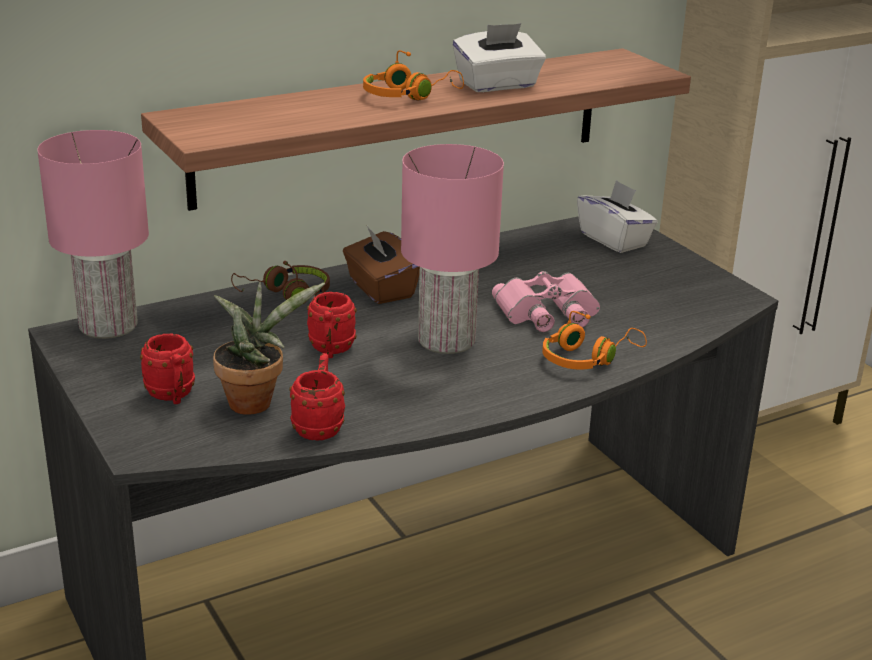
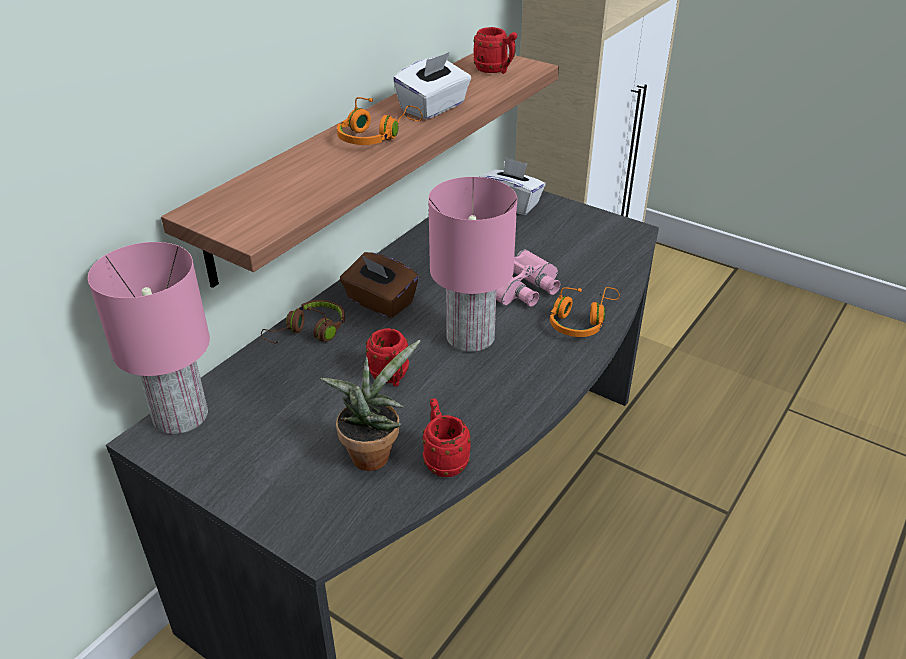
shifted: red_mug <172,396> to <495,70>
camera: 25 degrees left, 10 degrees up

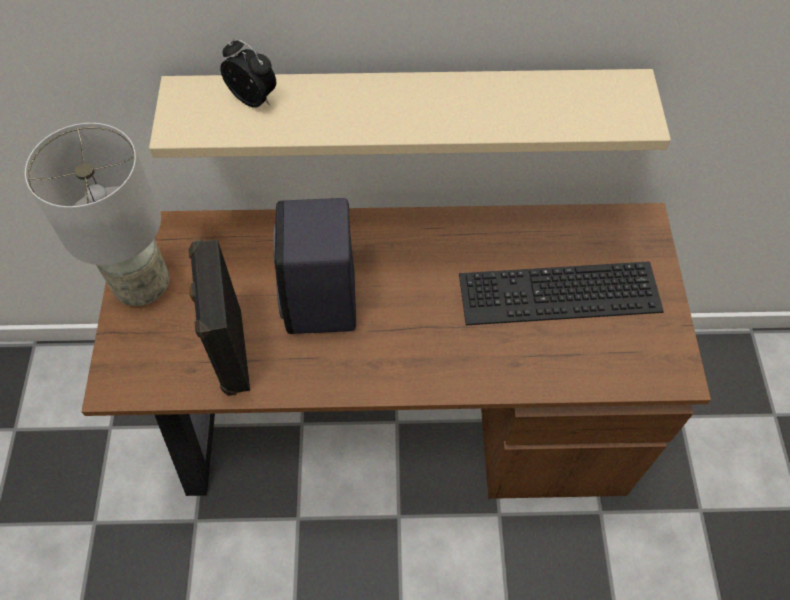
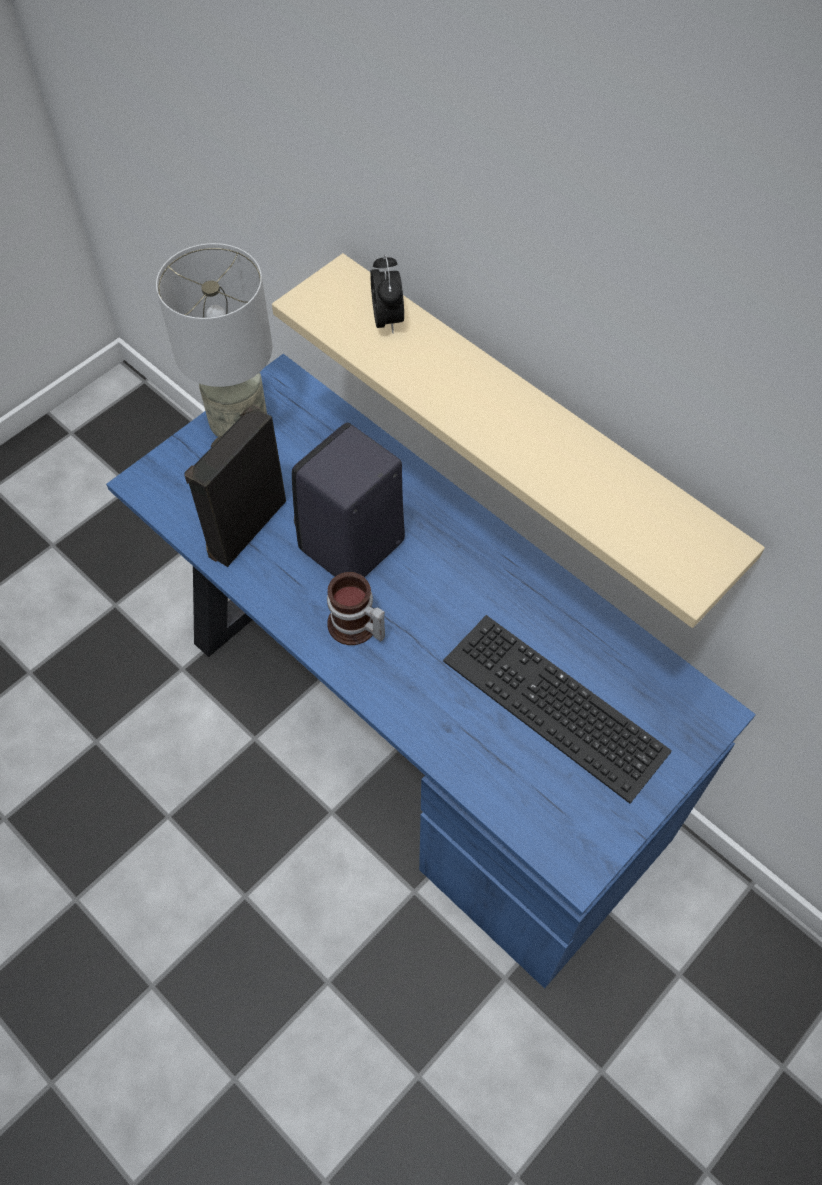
new: mug <355,628>
repainted: brown_desk <394,419> to blue_desk <412,731>
camera: 45 degrees right, 0 degrees up

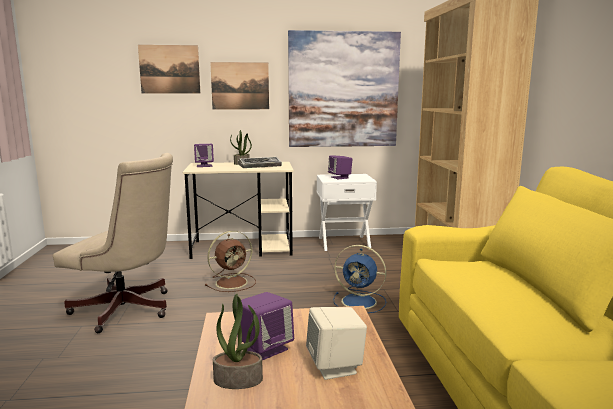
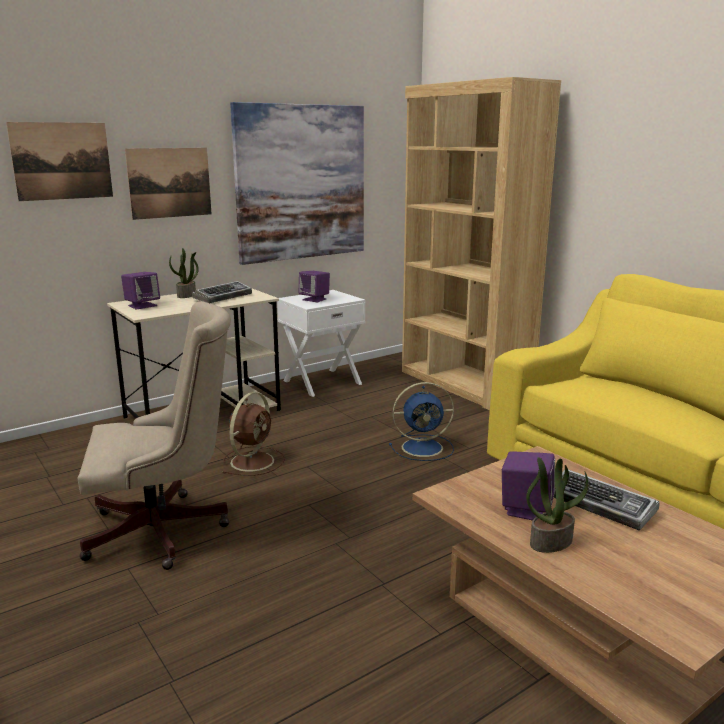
swapped: beige_speaker <335,366> to keyboard <602,505>
camera: 30 degrees left, 5 degrees up

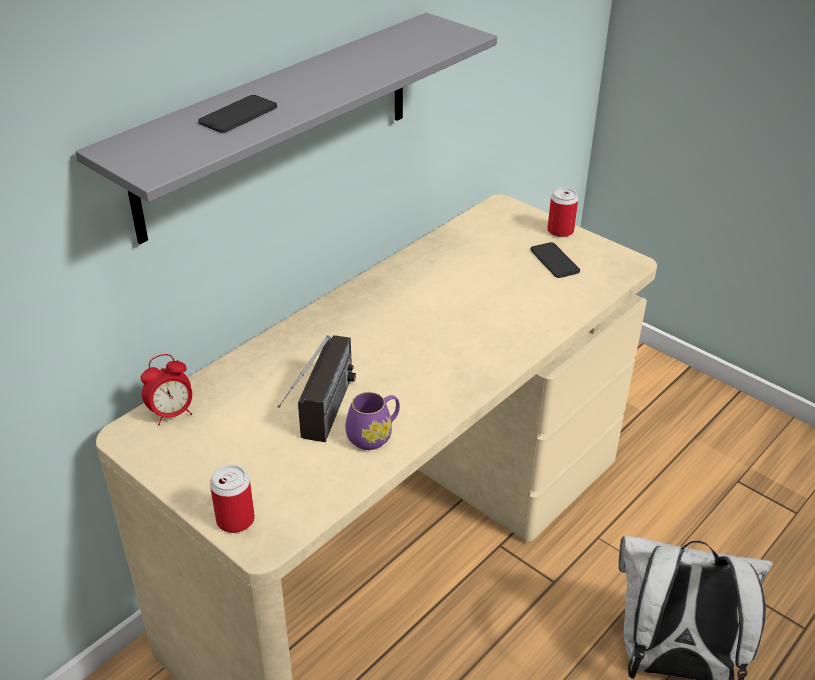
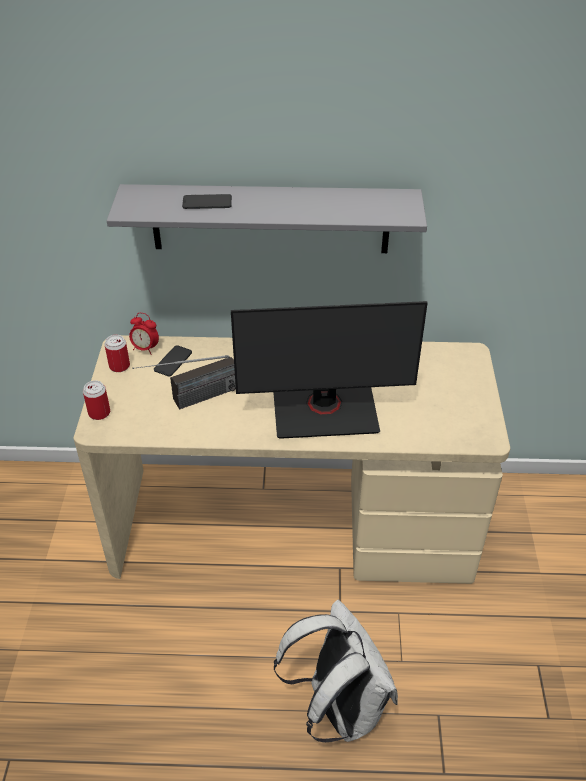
gone: purple_mug <374,435>
new: monitor <325,411>
shifted: phone <554,261> to <173,361>; can <560,231> to <119,366>
camera: 50 degrees right, 5 degrees up

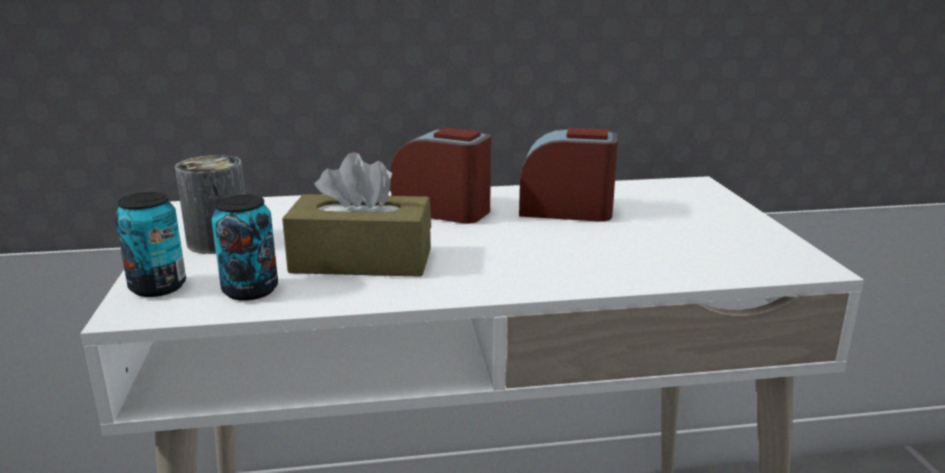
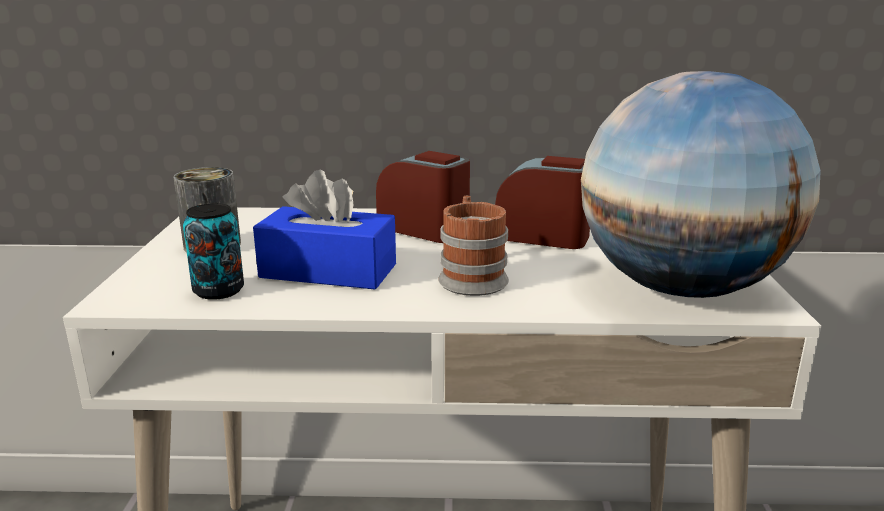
gone: can <158,287>
new: mug <471,276>; globe <681,288>
repainted: brown_tissue_box <361,260> to blue_tissue_box <328,271>
camera: 10 degrees right, 0 degrees up

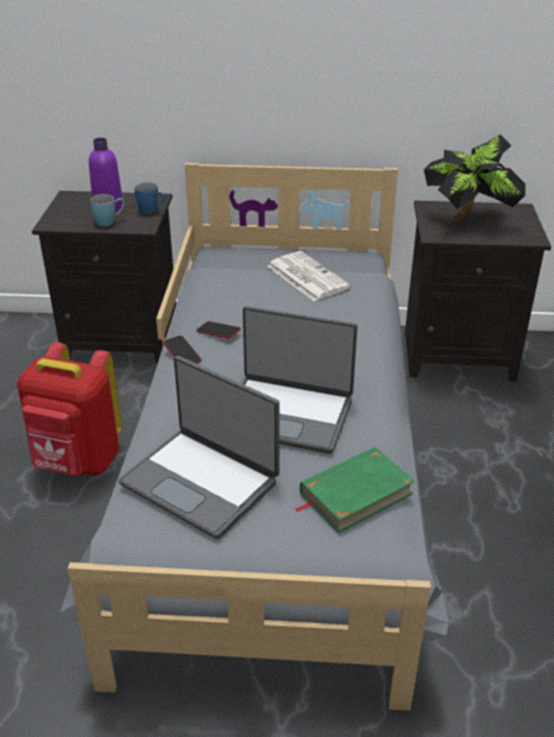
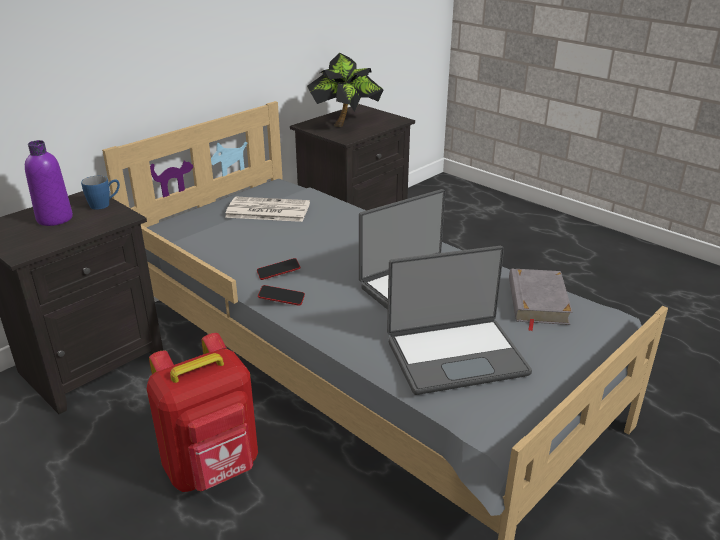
gone: blue_mug <109,221>
repainted: green_book <355,493> to grey_book <537,301>
camera: 50 degrees left, 5 degrees down

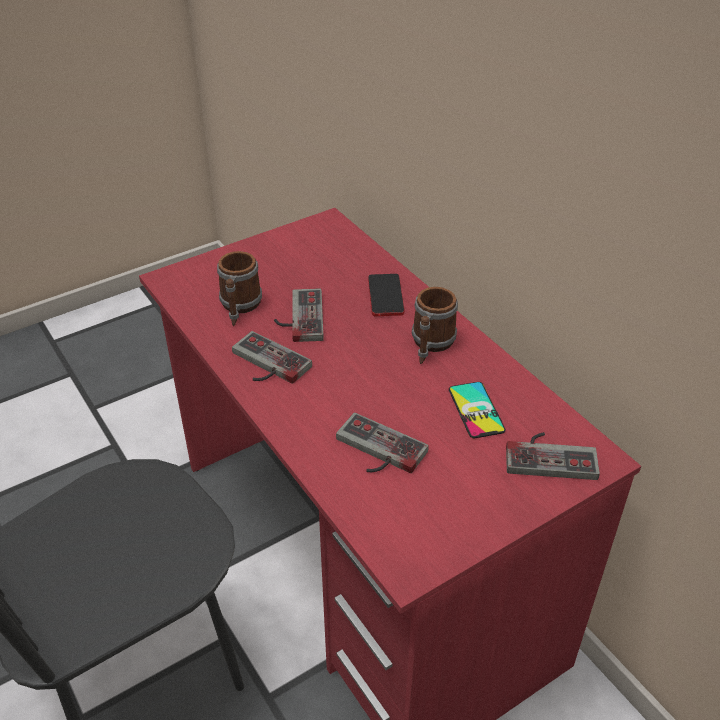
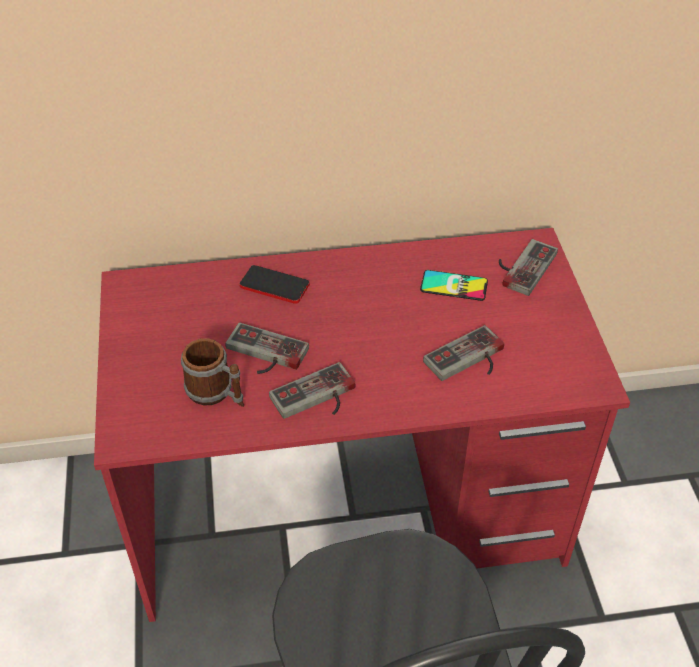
gone: mug <430,345>
camera: 65 degrees left, 5 degrees up

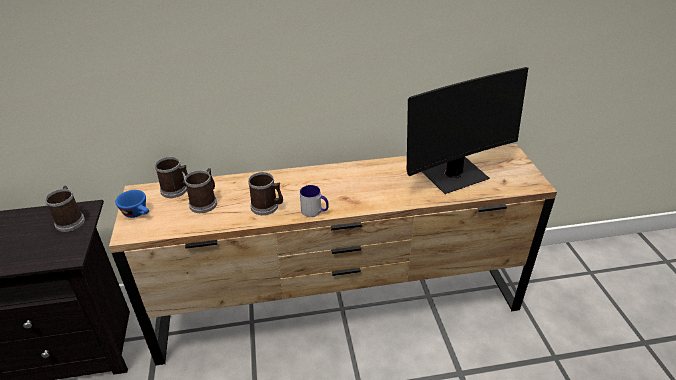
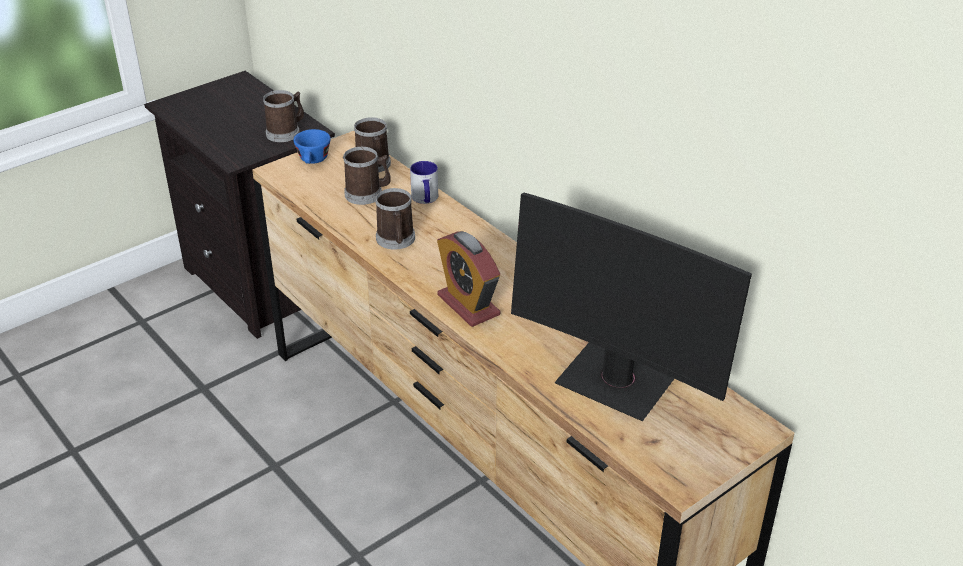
new: alarm_clock <468,305>
shifted: mug <315,211> to <425,199>
camera: 60 degrees right, 0 degrees up

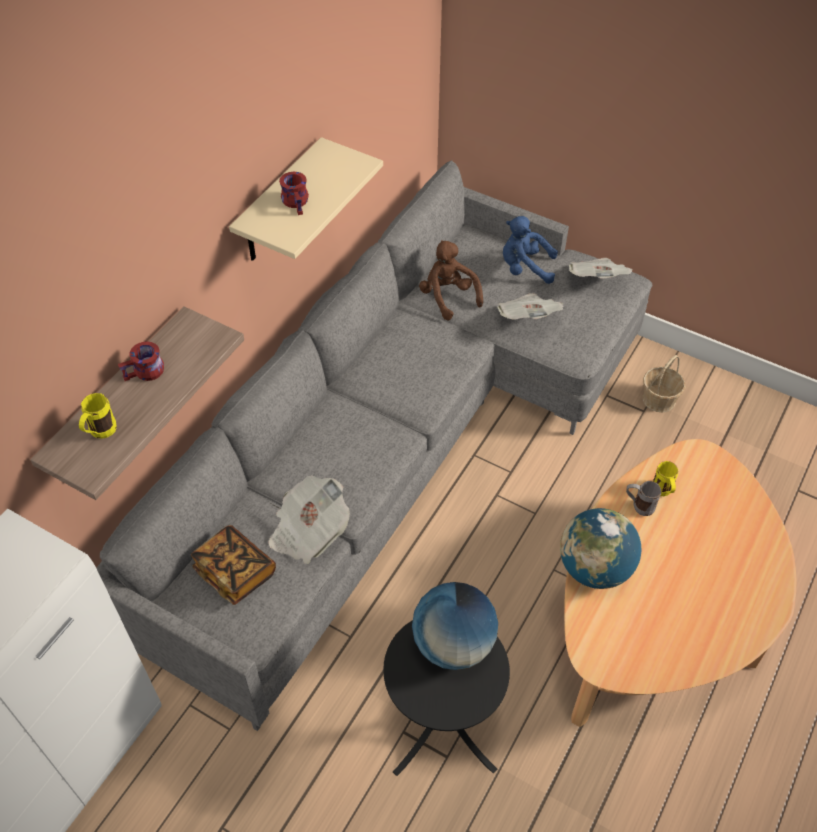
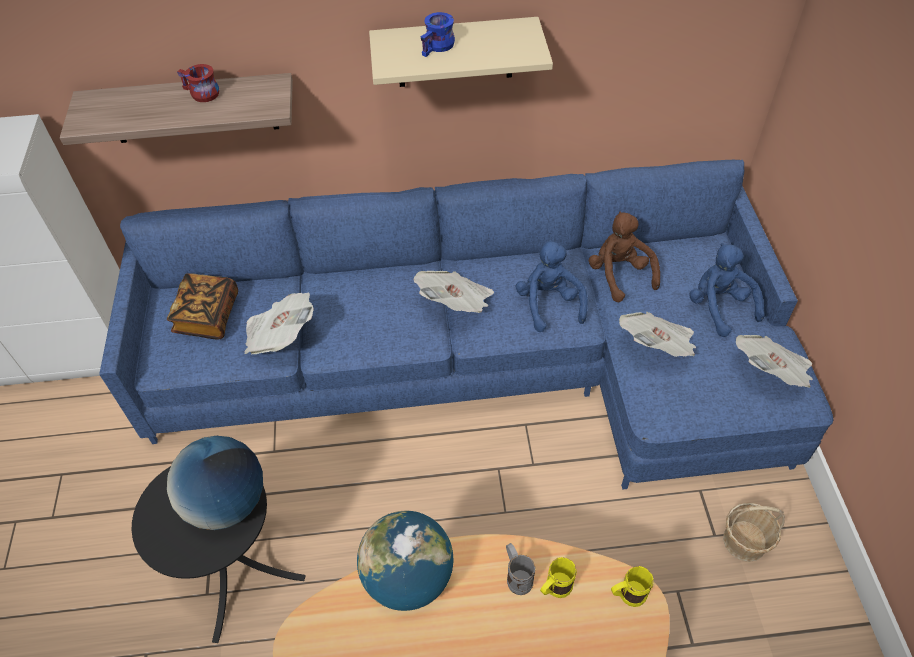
new: newspaper <456,304>; blue_plush_toy <549,304>
shifted: yellow_mug <100,433> to <626,596>
repainted: grey_sofa <396,445> to blue_sofa <484,363>; red_mug <298,202> to blue_mug <439,47>
rotated: brown_plush_toy <448,297> = <619,275> 45 degrees counterclockwise
camera: 55 degrees right, 0 degrees up

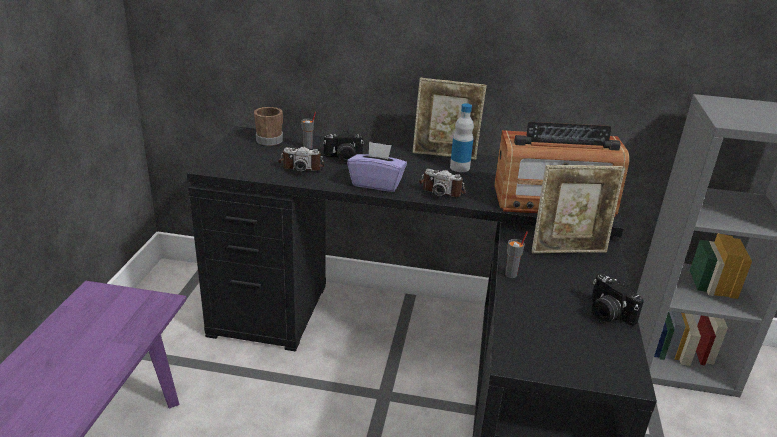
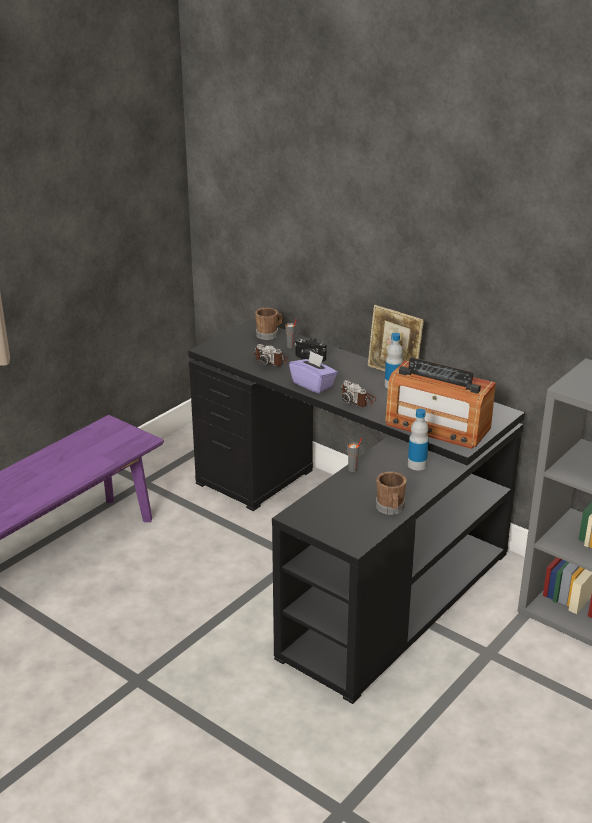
swapped: picture_frame <568,250> to bottle <417,465>; photo_camera <607,314> to brown_mug <390,509>
camera: 30 degrees right, 0 degrees up

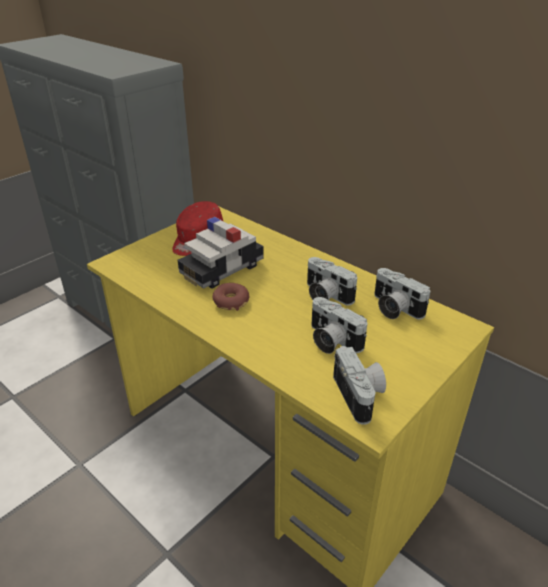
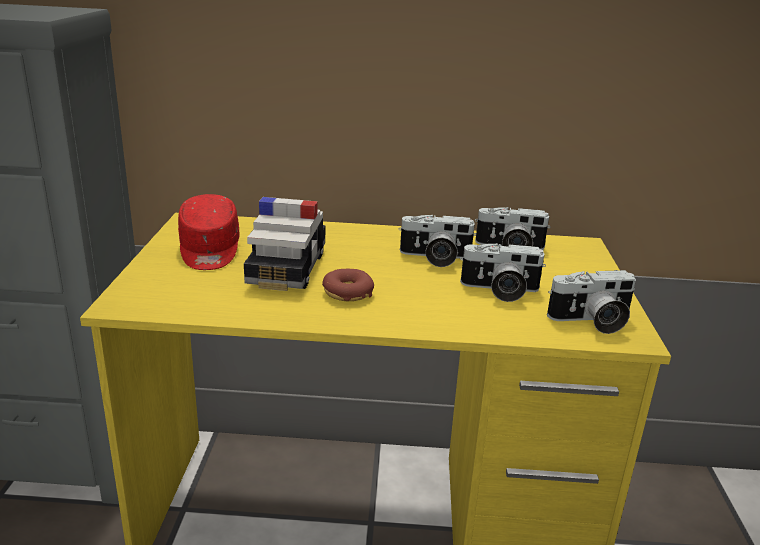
rotated: photo_camera <361,396> = <591,321> 135 degrees clockwise
camera: 40 degrees left, 10 degrees down

